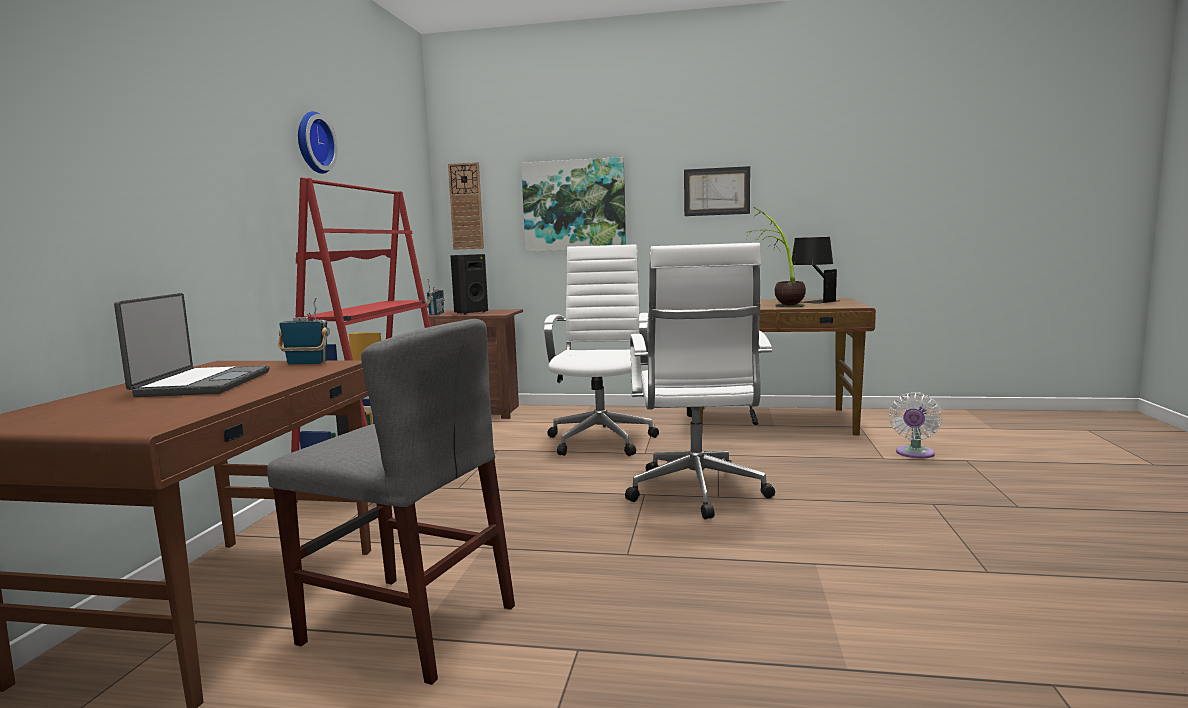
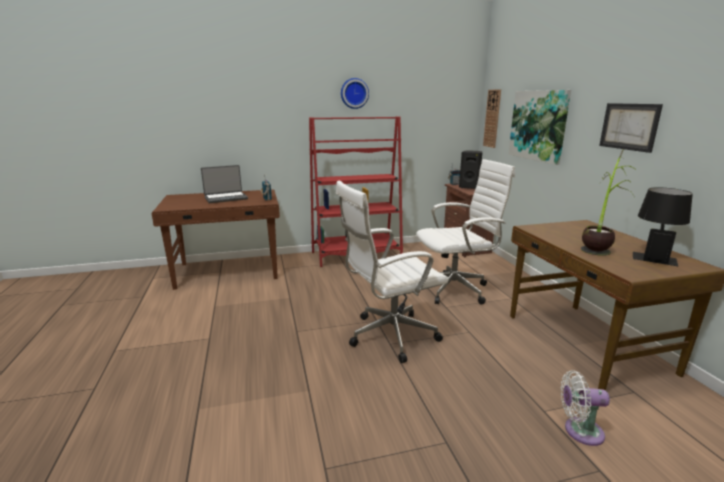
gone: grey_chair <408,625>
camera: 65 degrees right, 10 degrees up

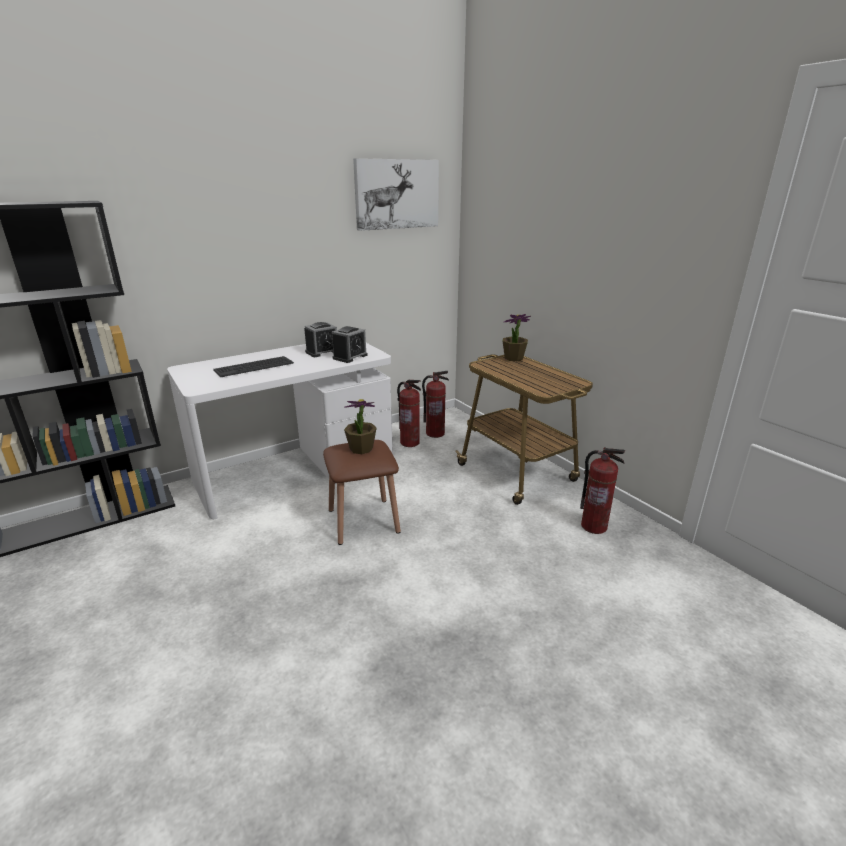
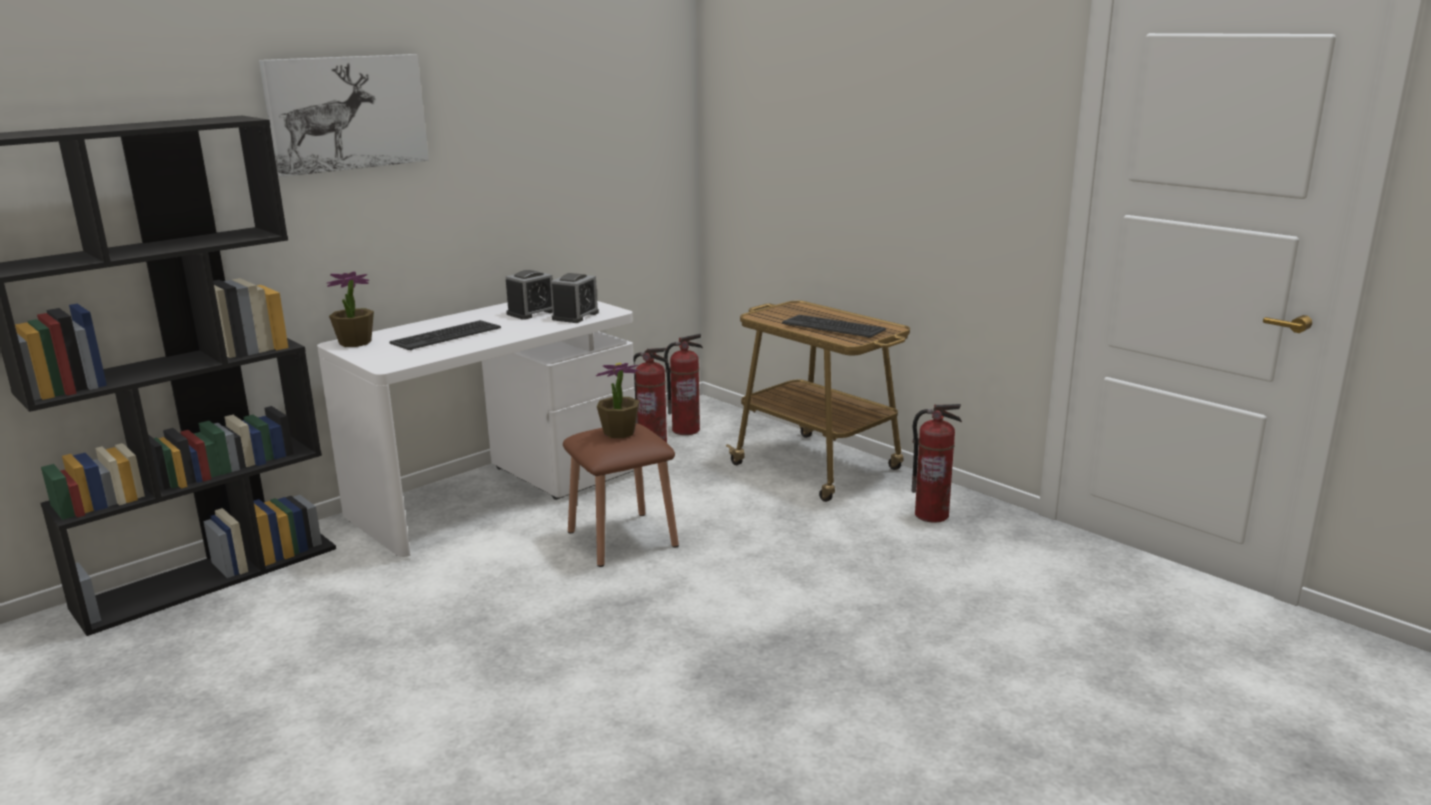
new: keyboard <833,327>
shifted: picture <396,194> to <346,113>; potted_plant <513,358> to <355,343>
camera: 10 degrees left, 5 degrees down

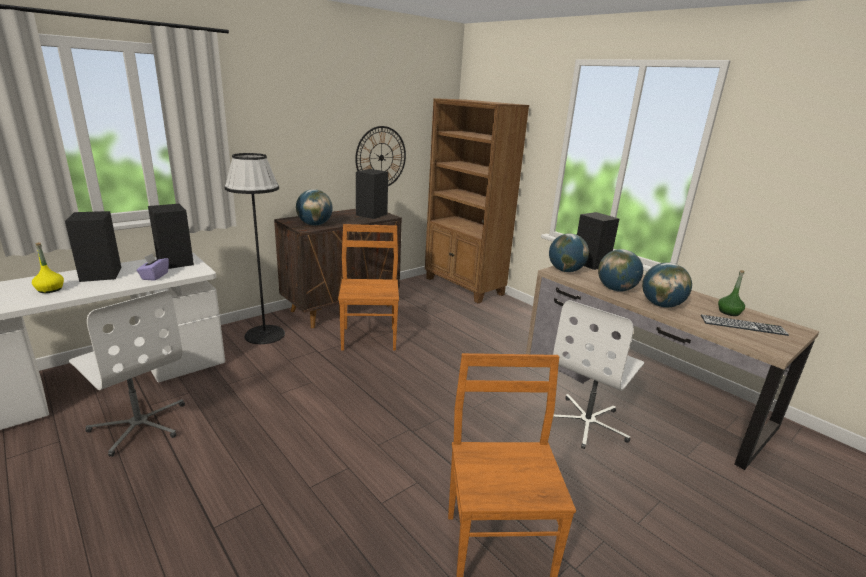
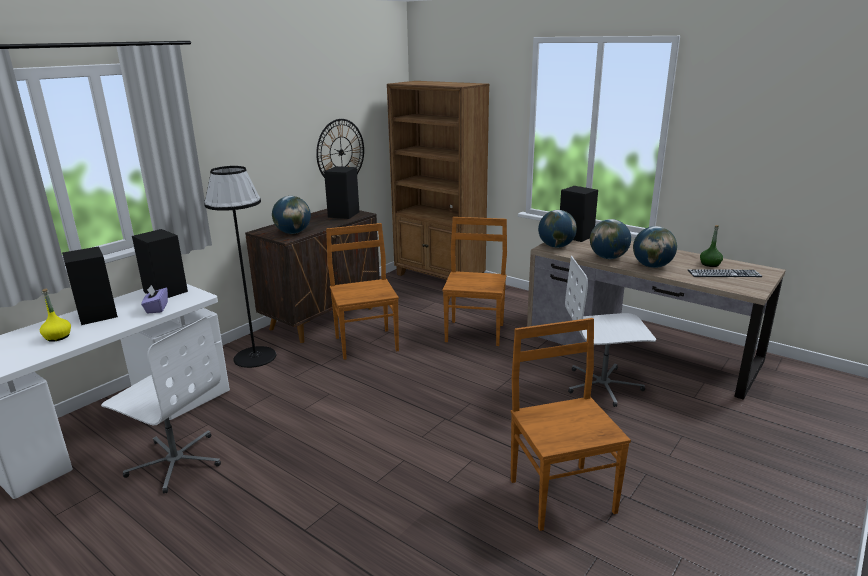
new: brown_chair <475,332>
rotated: white_office_chair <587,423> = <603,385> 60 degrees clockwise
camera: 10 degrees left, 0 degrees up

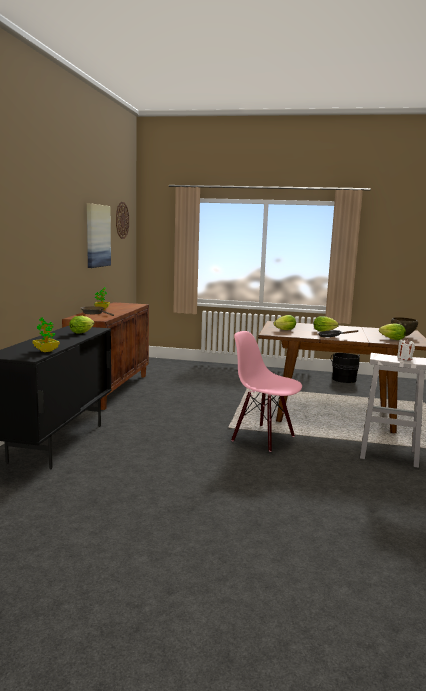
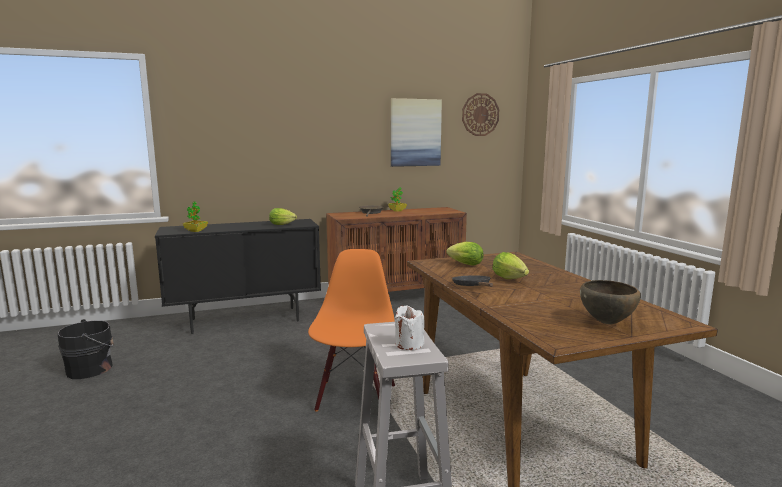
gone: lettuce <390,339>
shifted: black_bucket <343,379> to <92,369>
repainted: pink_chair <263,438> to orange_chair <355,397>
camera: 60 degrees right, 0 degrees up

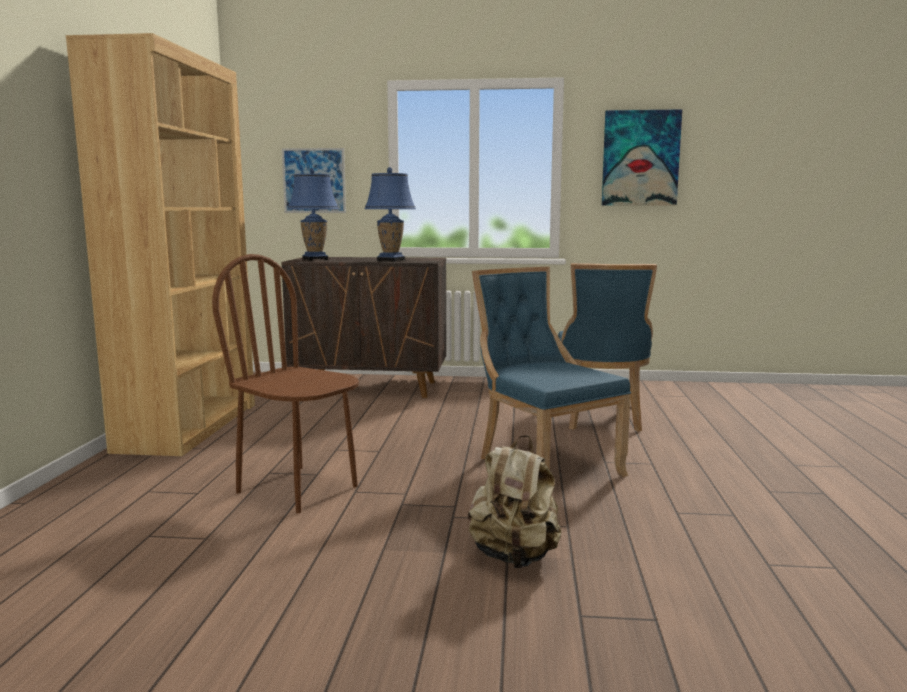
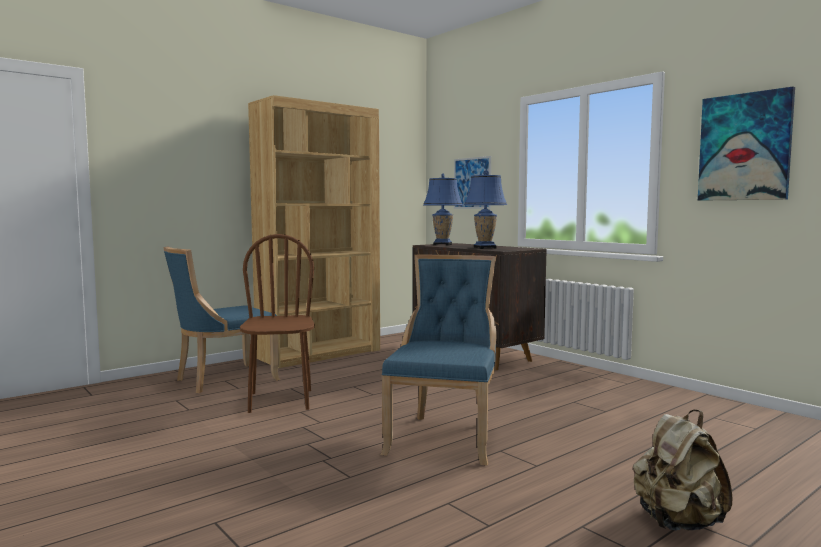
shifted: beige_backpack <514,557> to <677,522>; blue_chair <600,418> to <222,380>
camera: 45 degrees right, 5 degrees down

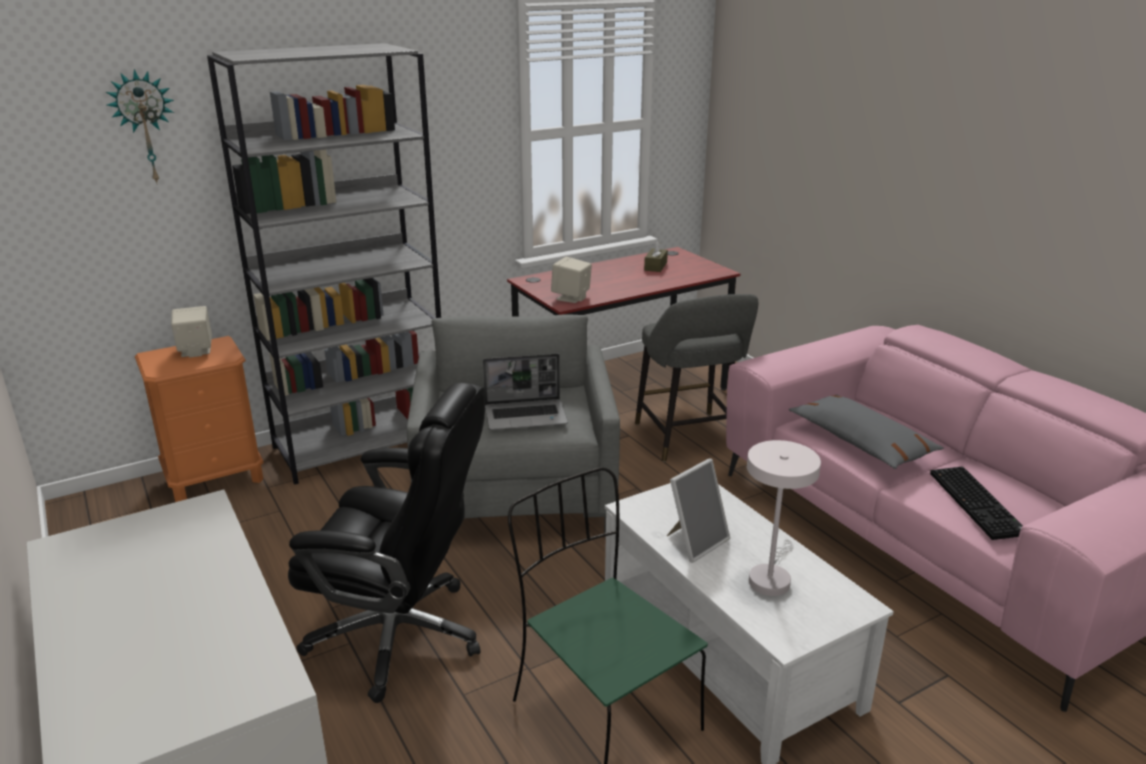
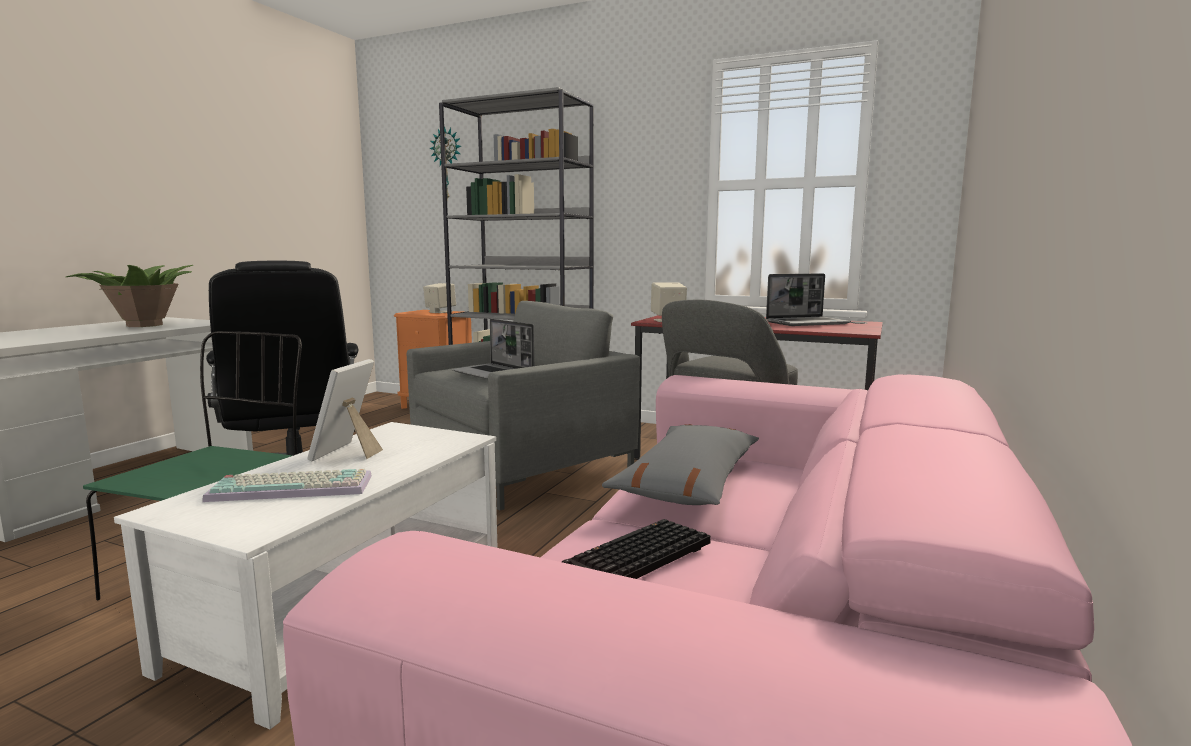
new: potted_plant <142,325>
swapped: brown_tissue_box <655,266> to laptop <807,323>; white_table_lamp <770,578> to keyboard <294,487>
rotated: picture_frame <695,542> = <348,453> 90 degrees clockwise
camera: 55 degrees right, 15 degrees down

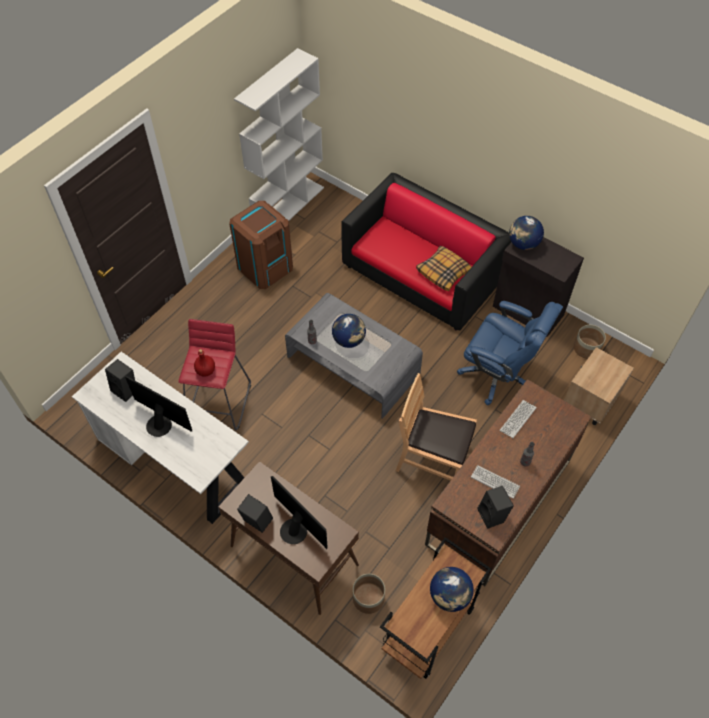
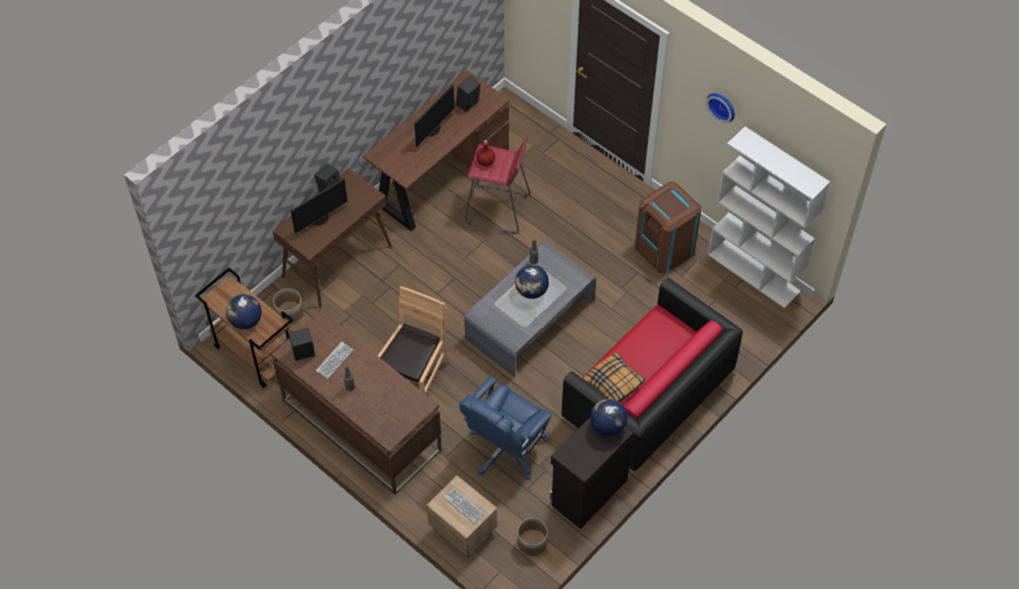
new: wall_clock <722,105>
shifted: keyboard <517,419> to <464,506>
repainted: white_desk <175,462> to brown_desk <439,177>
camera: 95 degrees right, 0 degrees up

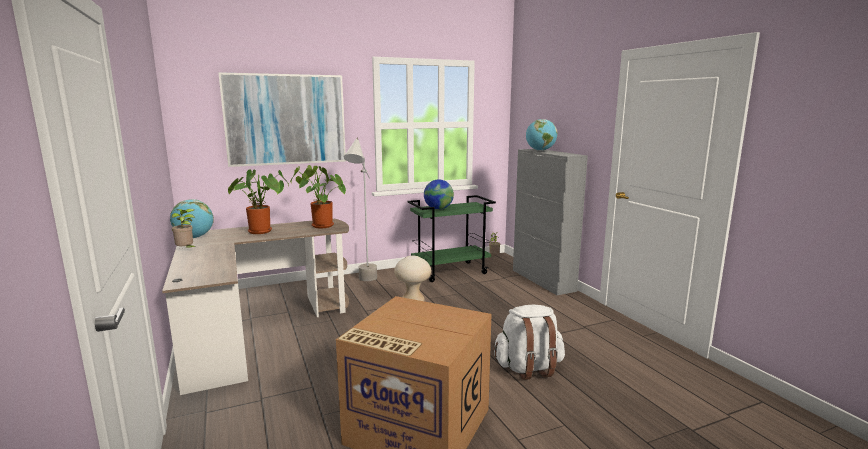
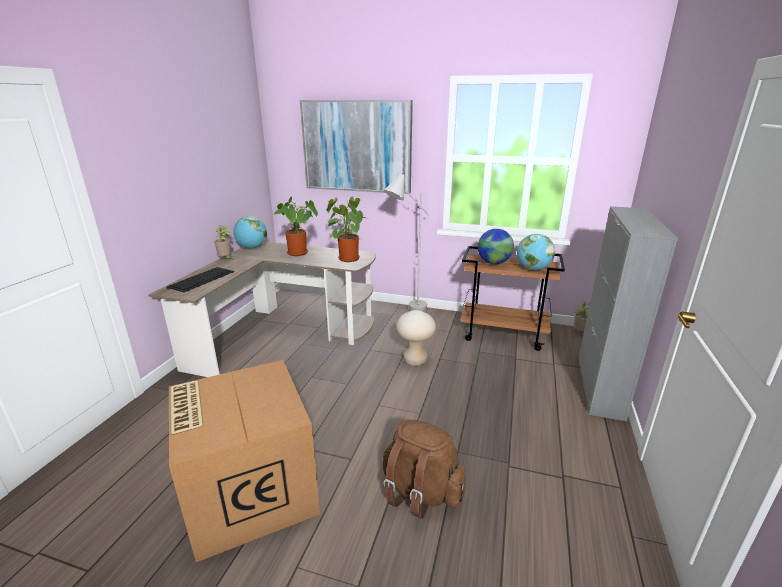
new: keyboard <202,278>
shifted: globe <540,150> to <532,269>
repainted: green_cart <451,271> to brown_cart <504,334>; white_backpack <528,368> to brown_backpack <420,492>
camera: 40 degrees right, 10 degrees up

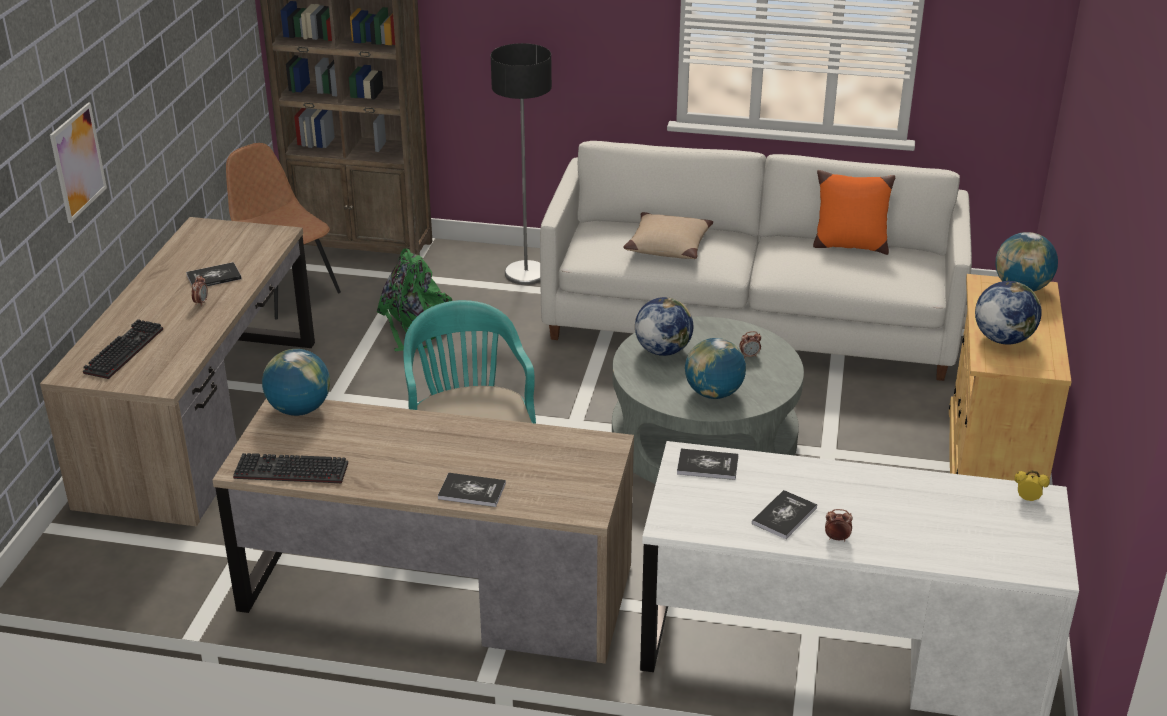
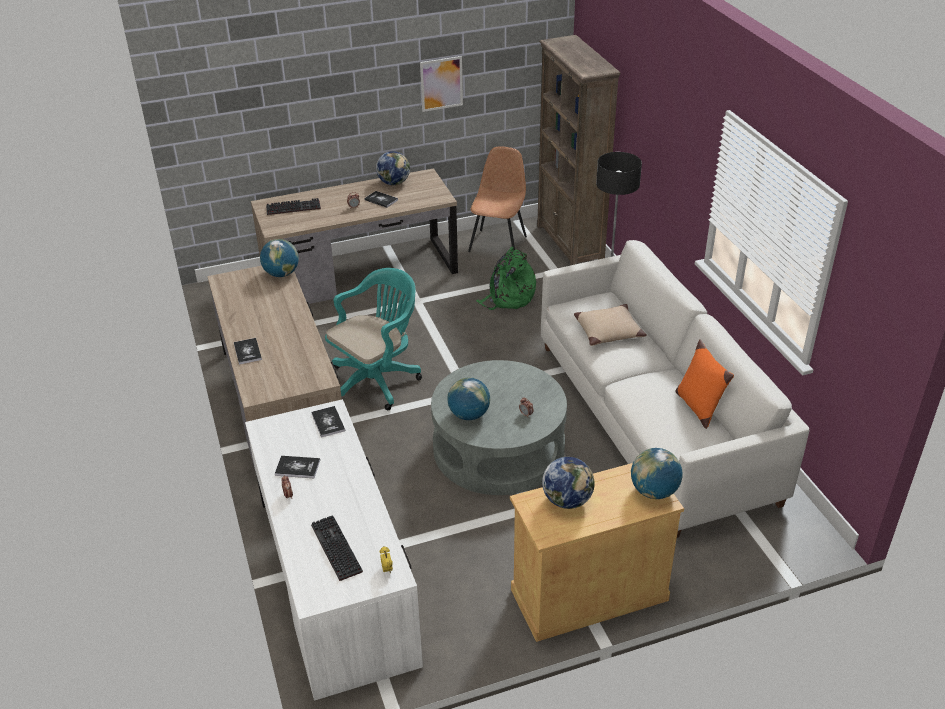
shifted: picture <78,162> to <441,83>; keyboard <288,472> to <334,548>; globe <662,350> to <394,183>
camera: 60 degrees right, 5 degrees up

